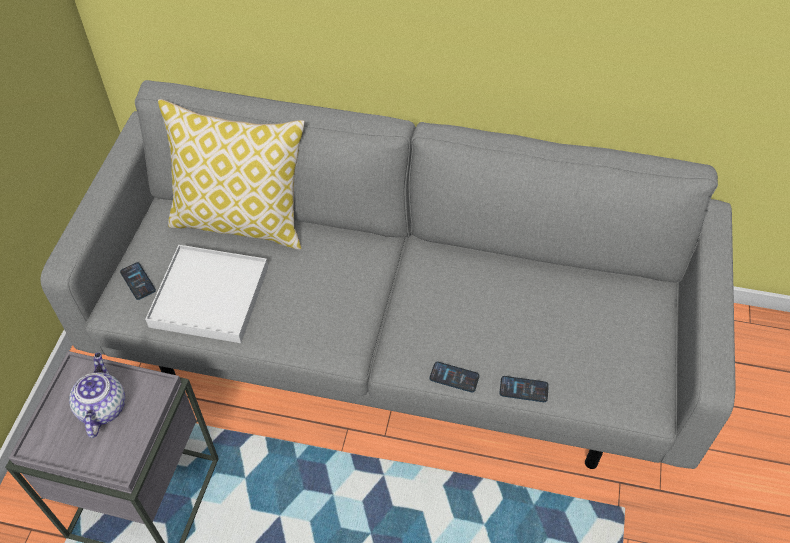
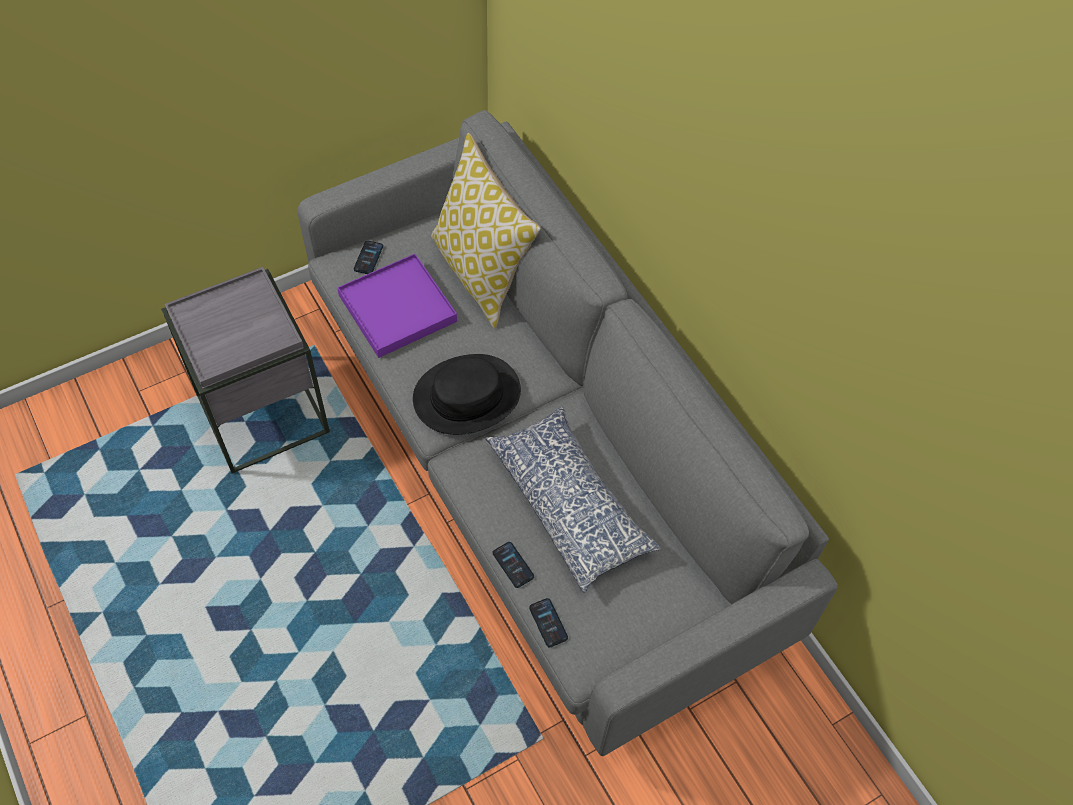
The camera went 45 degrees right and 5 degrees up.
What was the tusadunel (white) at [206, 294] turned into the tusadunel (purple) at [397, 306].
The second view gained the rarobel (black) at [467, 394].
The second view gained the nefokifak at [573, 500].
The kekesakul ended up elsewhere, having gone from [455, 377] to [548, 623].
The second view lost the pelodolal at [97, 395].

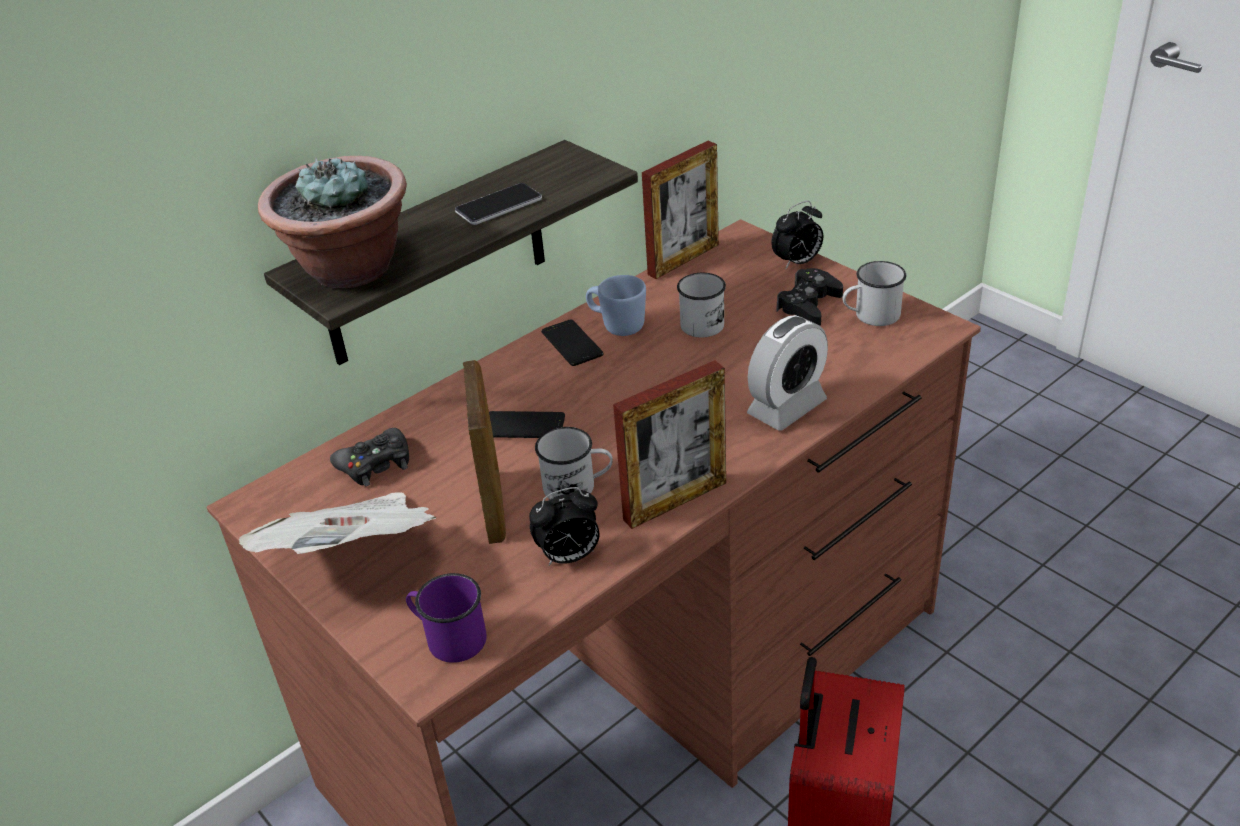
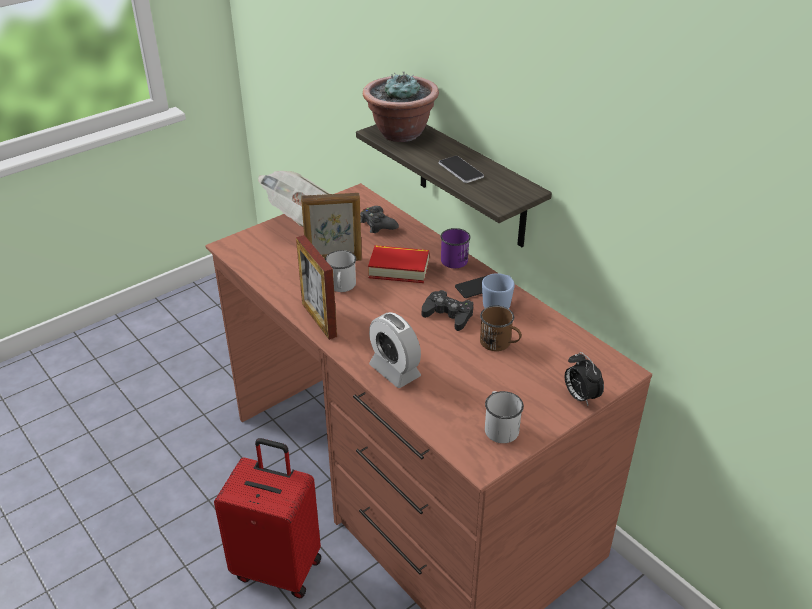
The camera went 90 degrees right and 0 degrees up.
Where the kekesakul stood at [527, 424], the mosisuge came to stand at [398, 264].
The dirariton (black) ended up elsewhere, having gone from [810, 297] to [448, 310].
The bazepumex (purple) ended up elsewhere, having gone from [446, 618] to [455, 248].
What was the bazepumex (white) at [701, 305] turned into the bazepumex (brown) at [501, 328].
The second view lost the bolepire at [564, 526].
The second view lost the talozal at [680, 210].

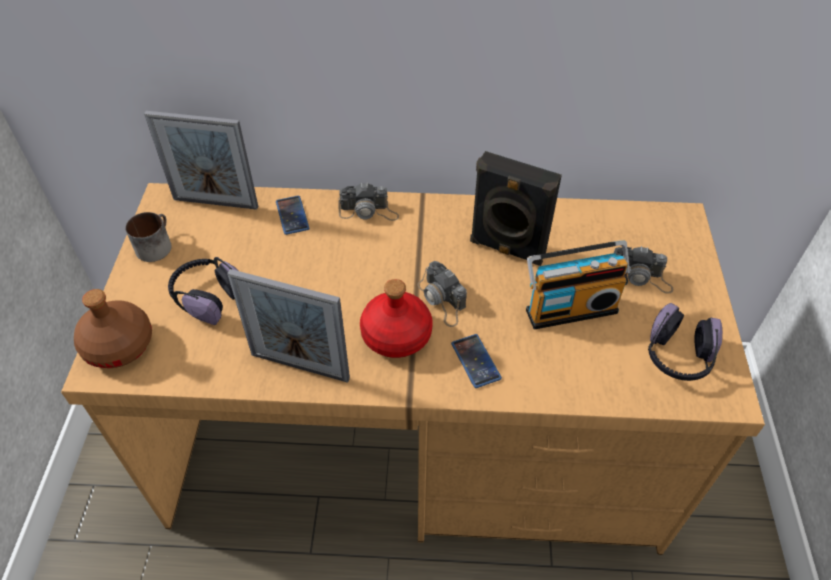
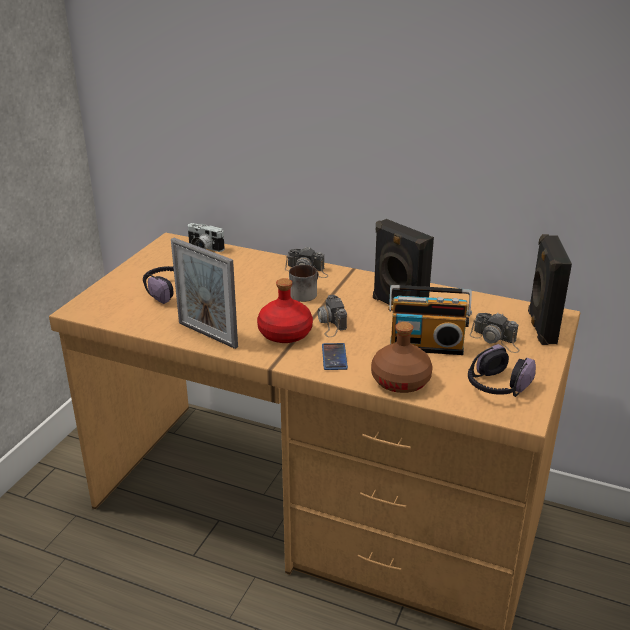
The camera went 20 degrees right and 20 degrees down.
Where the talozal stood at [201, 160], the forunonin came to stand at [206, 237].
The bazepumex ended up elsewhere, having gone from [148, 237] to [304, 283].
The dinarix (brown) ended up elsewhere, having gone from [113, 328] to [402, 357].
The second view gained the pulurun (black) at [550, 289].
The second view lost the kekesakul at [293, 215].

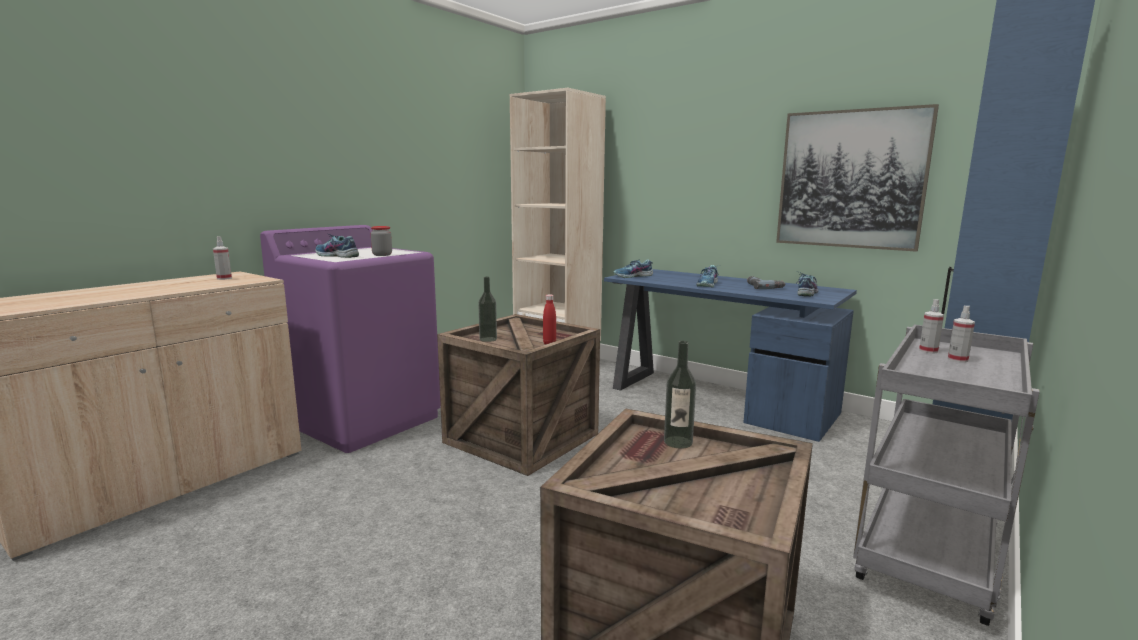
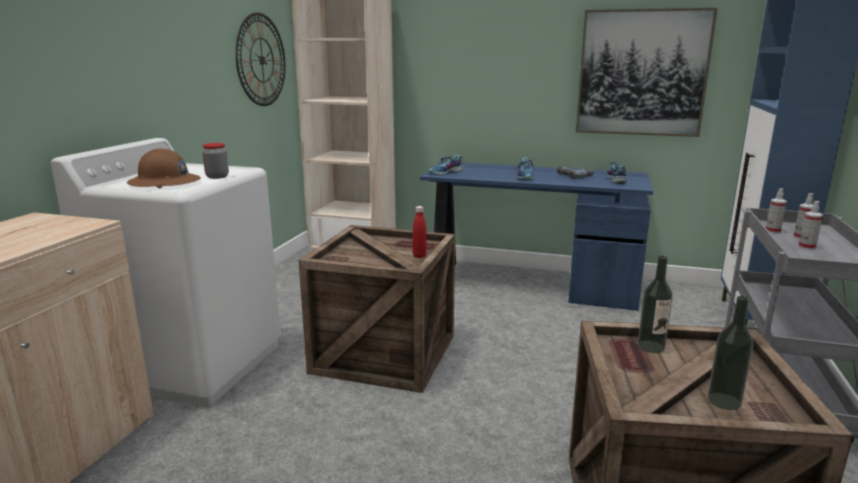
The camera went 20 degrees left and 5 degrees up.
What was the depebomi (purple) at [350, 339] turned into the depebomi (white) at [166, 272].
Where the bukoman stood at [337, 246], the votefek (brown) came to stand at [164, 168].
The second view gained the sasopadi at [260, 59].
The dinarix ended up elsewhere, having gone from [487, 309] to [730, 353].
The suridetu ended up elsewhere, having gone from [222, 258] to [810, 225].

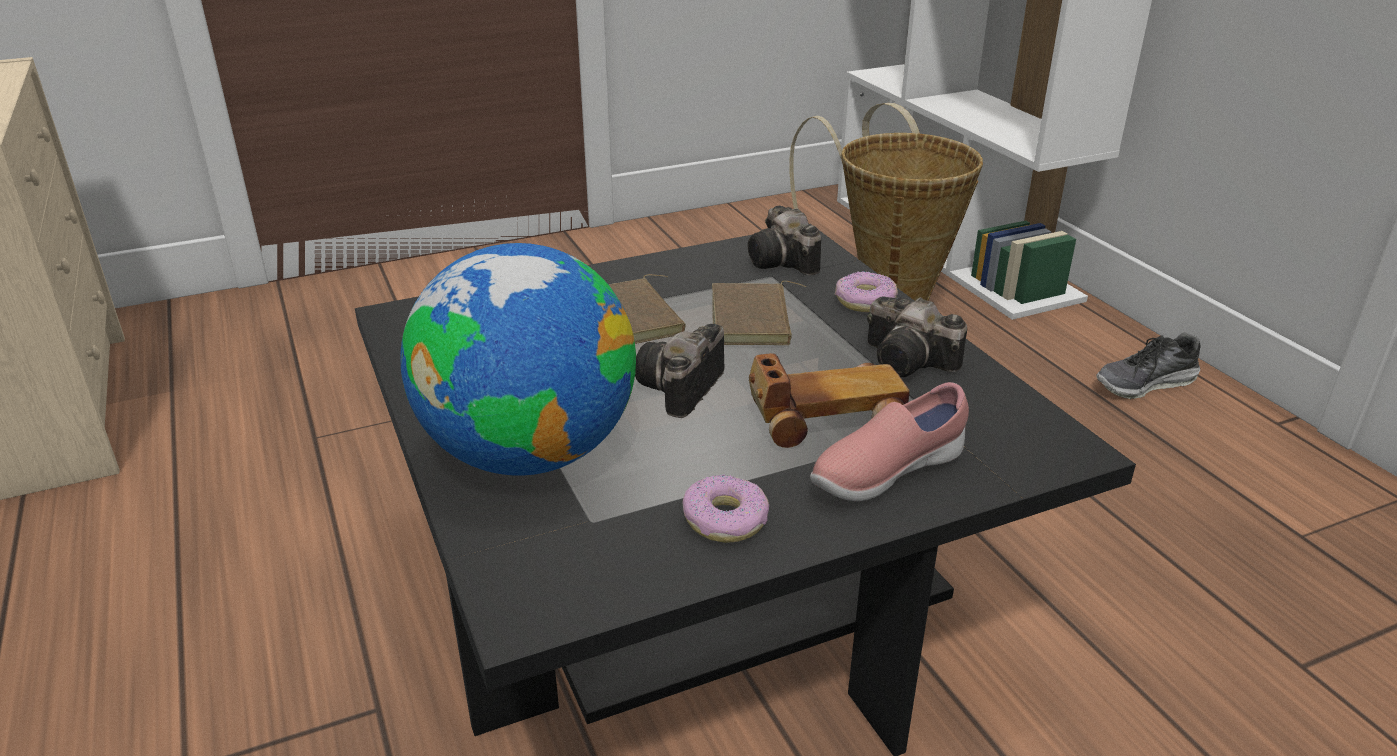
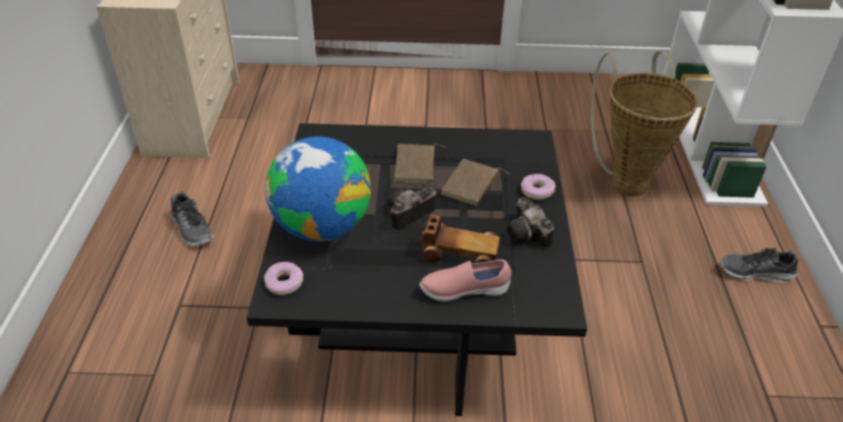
The camera went 25 degrees right and 10 degrees up.
The second view gained the bukoman at [192, 219].
The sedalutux ended up elsewhere, having gone from [726, 509] to [283, 278].
The second view lost the forunonin at [784, 241].

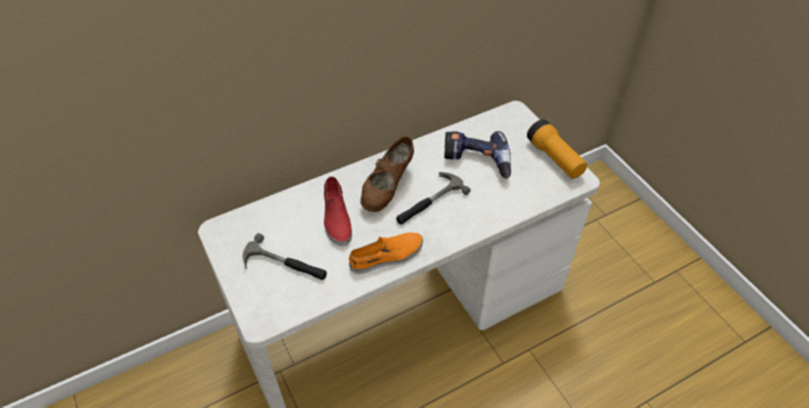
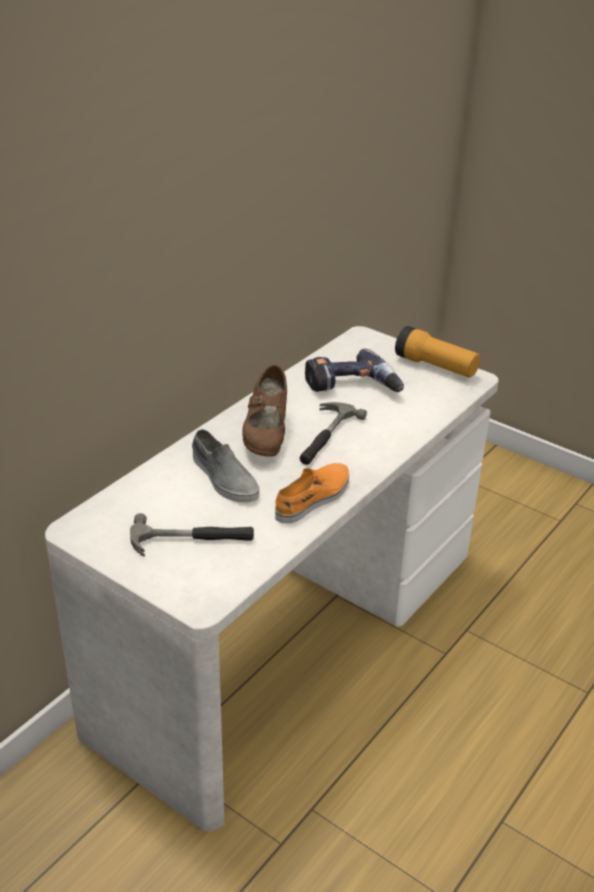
The camera went 25 degrees left and 15 degrees down.
What was the bukoman (red) at [338, 211] turned into the bukoman (grey) at [225, 465].

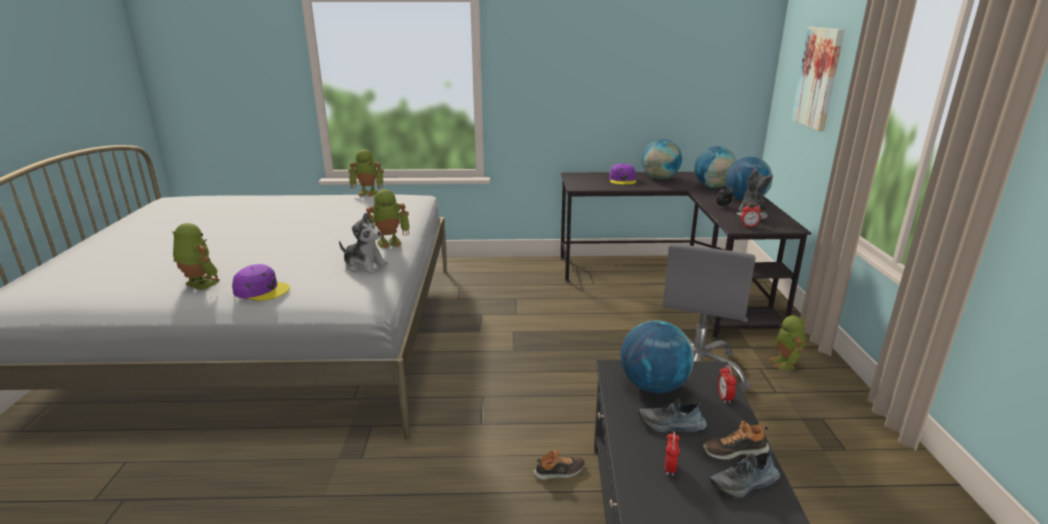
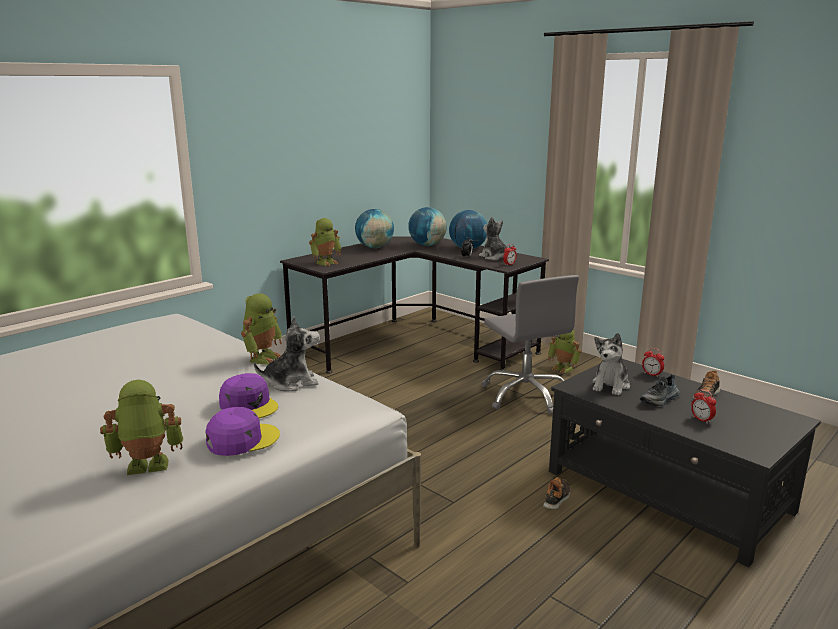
The camera went 45 degrees left and 5 degrees down.
The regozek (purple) ended up elsewhere, having gone from [622, 174] to [248, 395].
The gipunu ended up elsewhere, having gone from [366, 173] to [325, 242].
Where the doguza stood at [657, 356], the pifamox came to stand at [611, 364].
The second view lost the bukoman at [745, 474].
The second view lost the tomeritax at [818, 79].

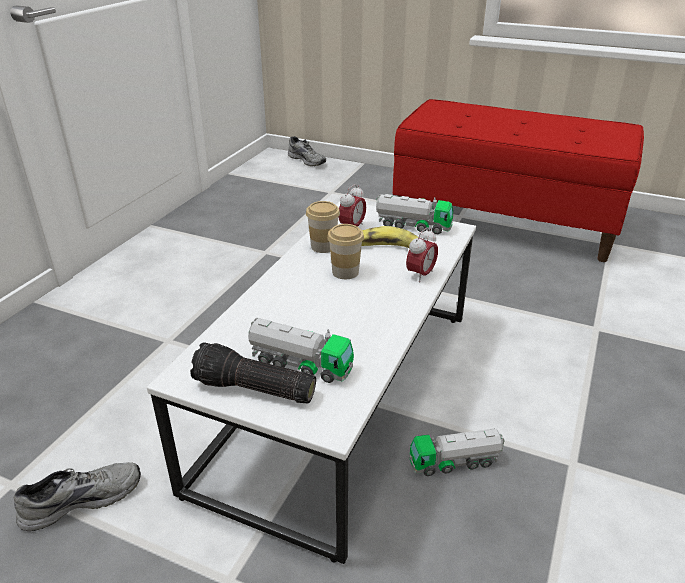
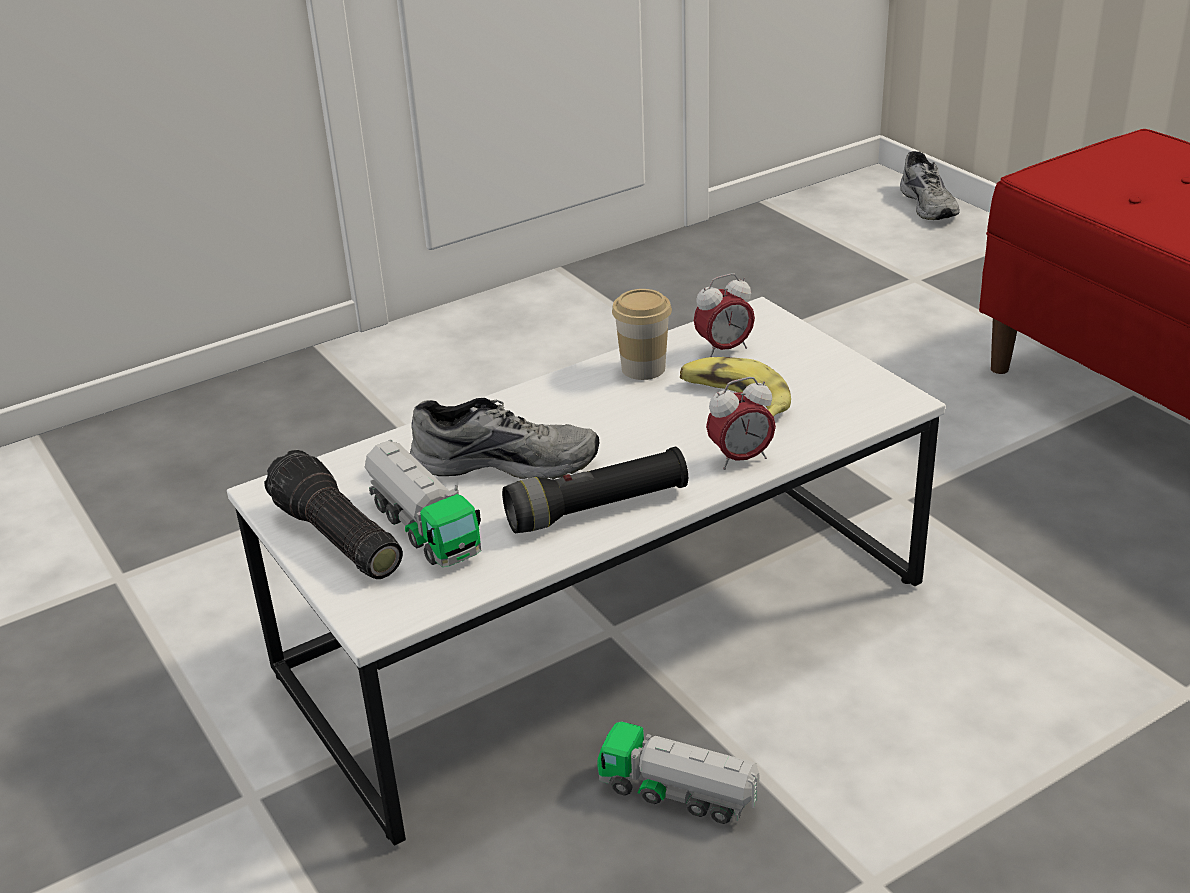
The camera went 35 degrees right and 0 degrees up.
The bukoman (grey) ended up elsewhere, having gone from [77, 496] to [504, 438].
The second view gained the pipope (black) at [595, 490].
The second view lost the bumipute at [345, 251].
The second view lost the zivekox at [414, 214].

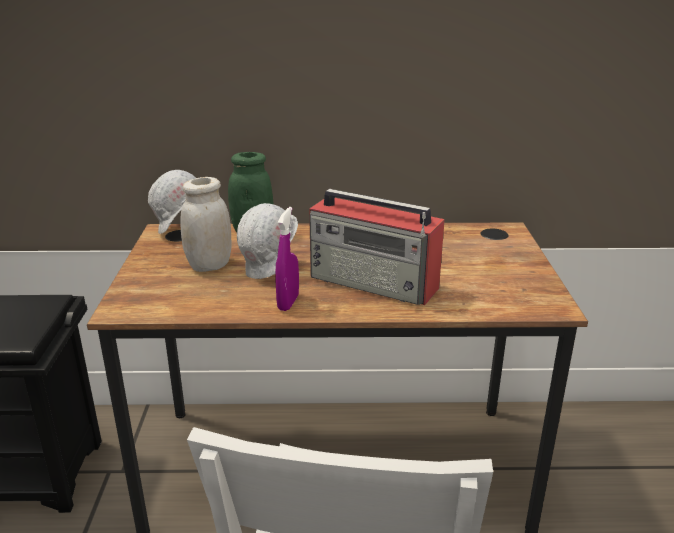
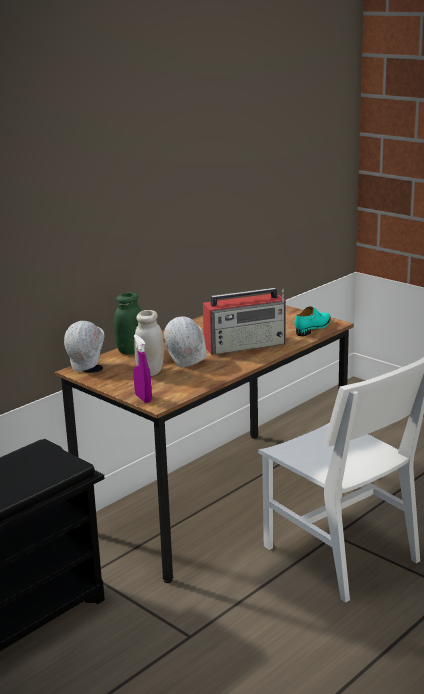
The camera went 45 degrees left and 5 degrees down.
The suridetu (purple) ended up elsewhere, having gone from [287, 259] to [142, 369].
The second view gained the bukoman (turquoise) at [313, 321].

